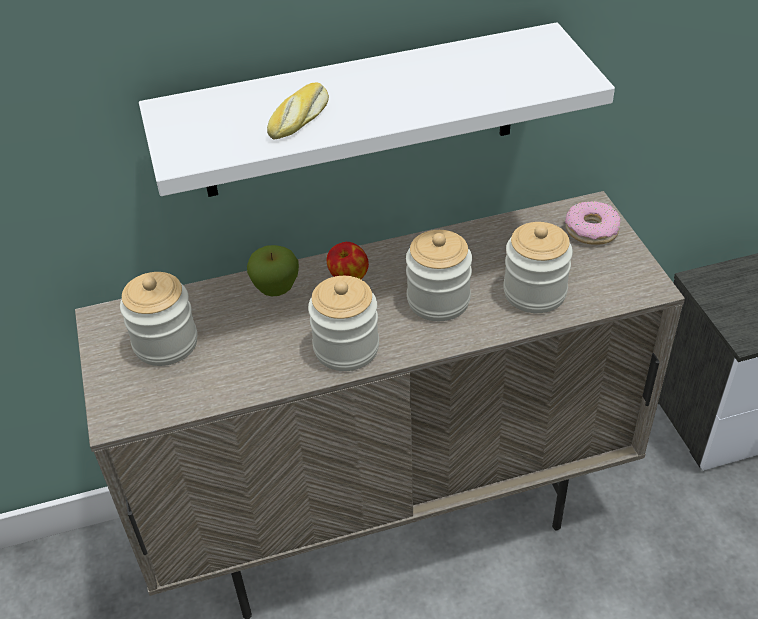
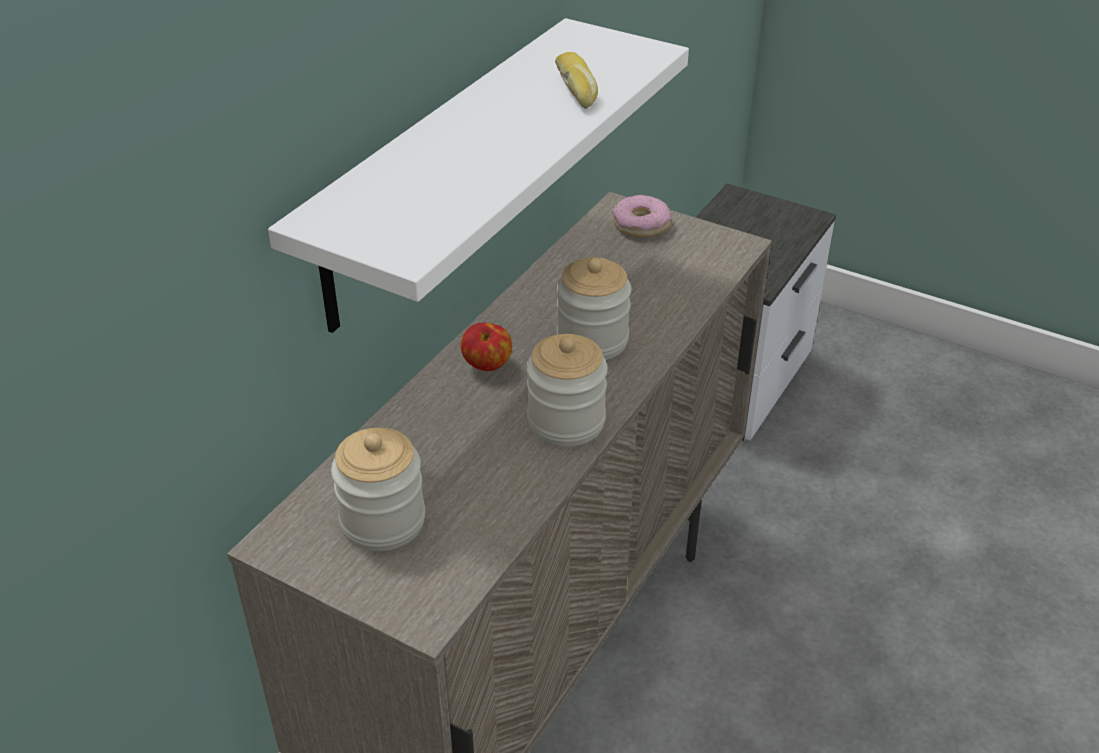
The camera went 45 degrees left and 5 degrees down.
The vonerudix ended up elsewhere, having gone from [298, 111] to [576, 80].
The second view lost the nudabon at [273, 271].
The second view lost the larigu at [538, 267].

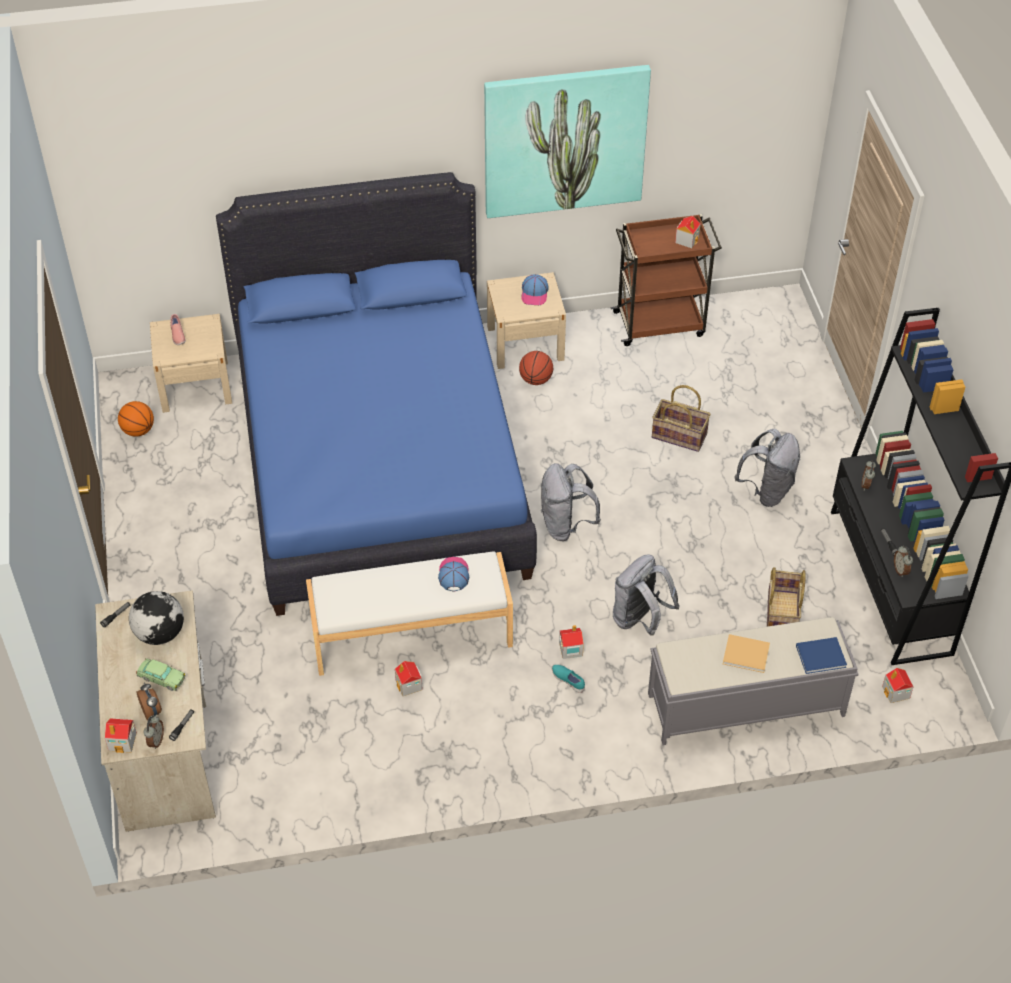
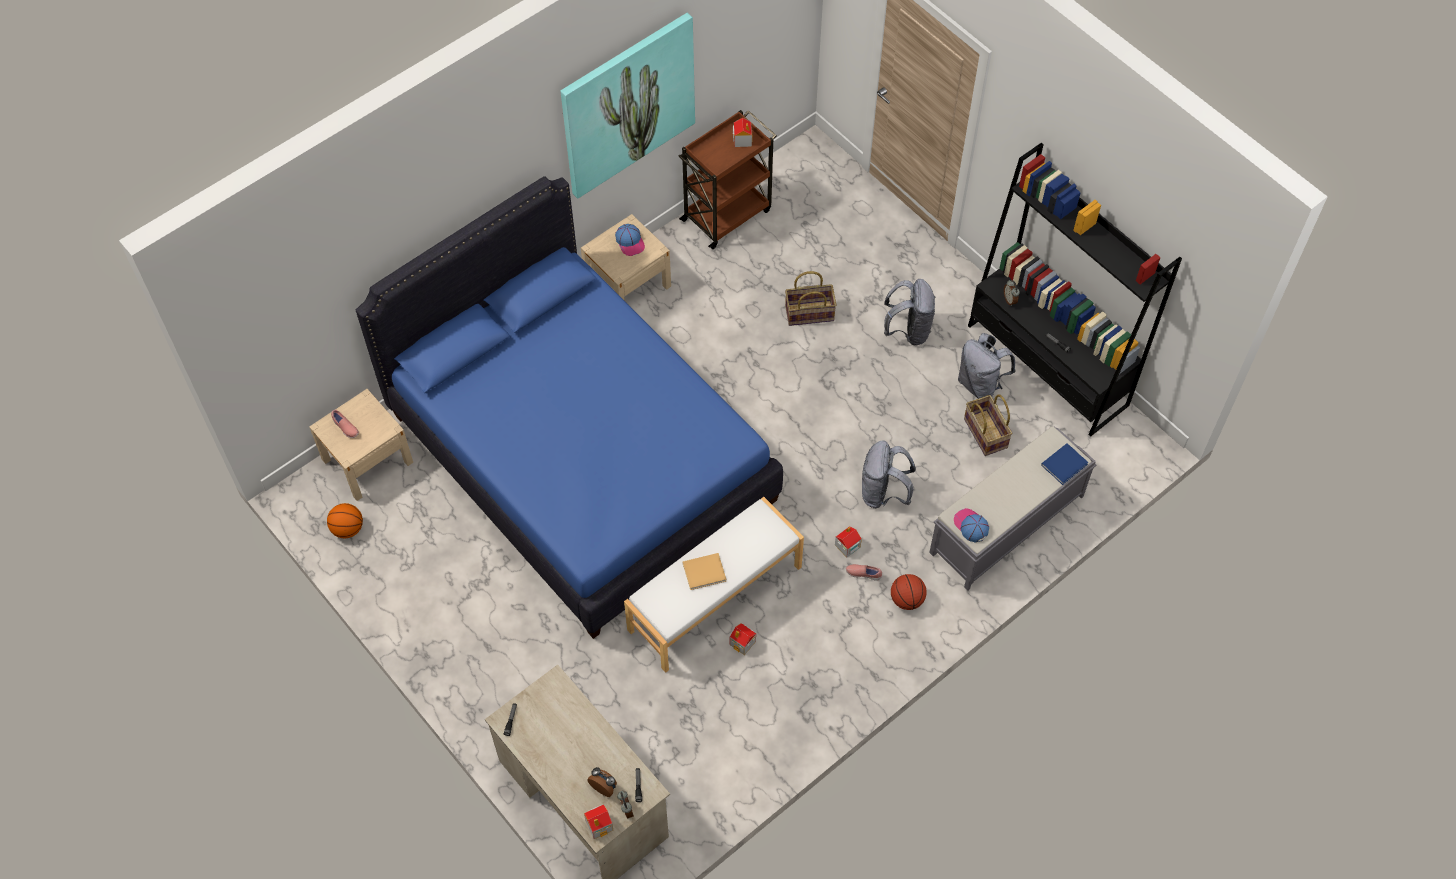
The camera went 30 degrees left and 10 degrees up.
The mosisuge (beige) ended up elsewhere, having gone from [746, 653] to [705, 571].
What was the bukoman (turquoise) at [568, 679] turned into the bukoman (pink) at [864, 572].
The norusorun ended up elsewhere, having gone from [536, 368] to [908, 592].
The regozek ended up elsewhere, having gone from [453, 574] to [971, 525].
The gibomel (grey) ended up elsewhere, having gone from [571, 502] to [987, 366].
The second view lost the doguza at [156, 618].
The second view lost the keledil at [161, 674].
The second view lost the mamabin at [897, 685].
The second view lost the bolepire at [903, 561].

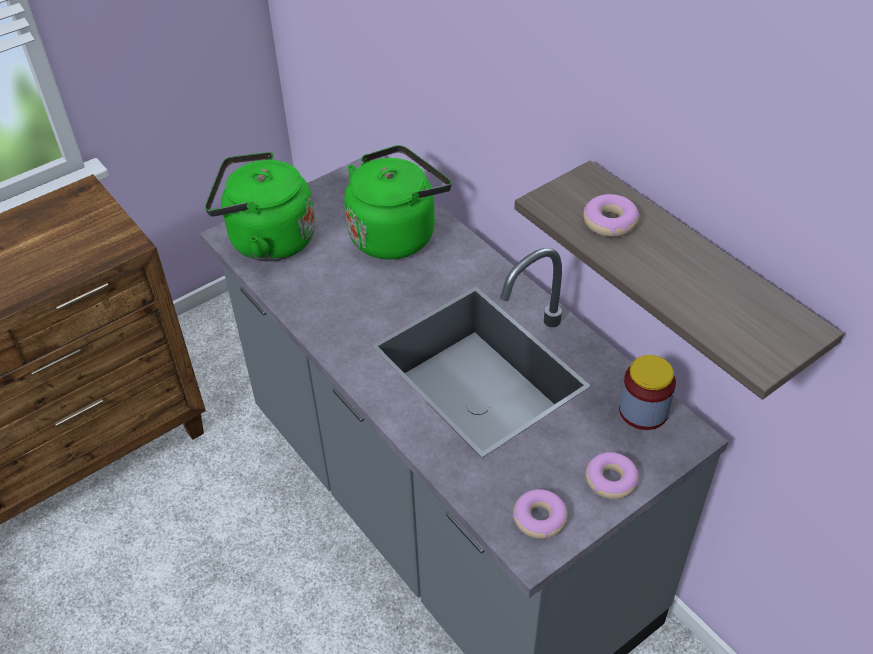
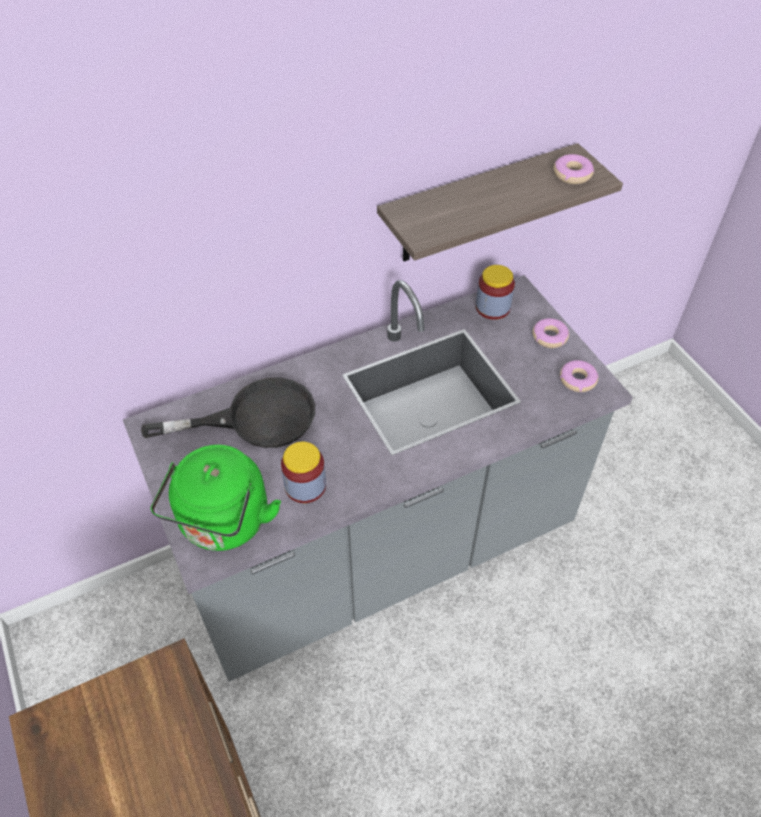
The camera went 80 degrees left and 5 degrees up.
Where the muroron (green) stood at [398, 202], the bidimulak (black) came to stand at [228, 412].
The second view gained the larigu at [303, 472].
The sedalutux ended up elsewhere, having gone from [611, 215] to [573, 169].

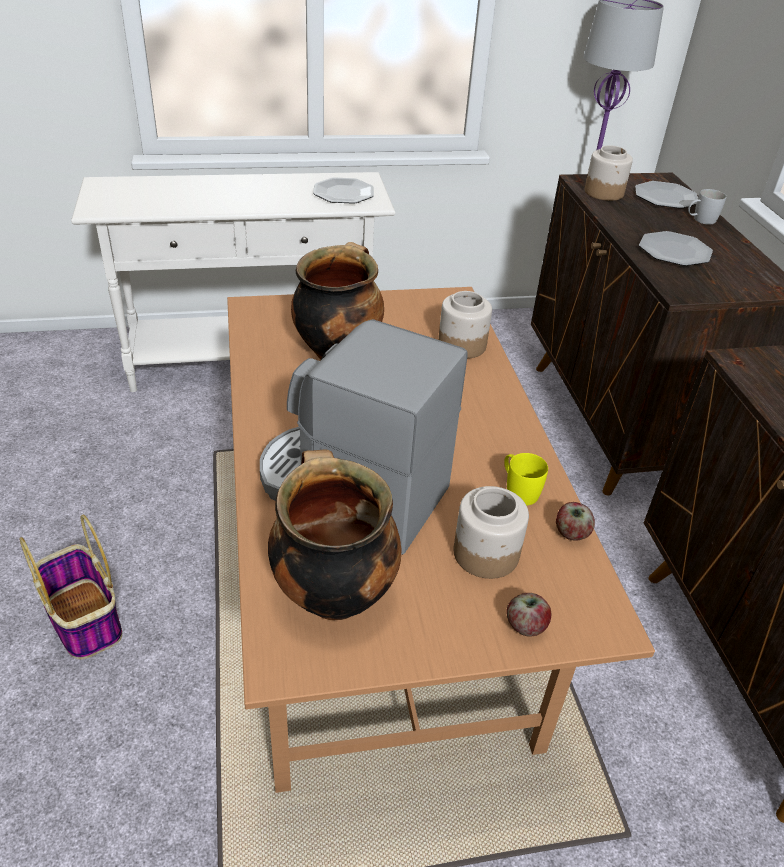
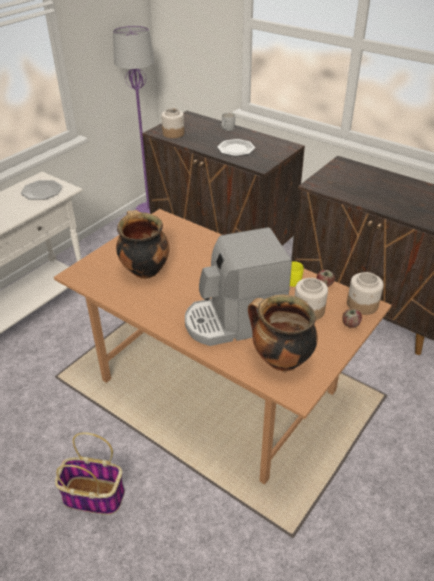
The camera went 40 degrees left and 0 degrees up.
The larigu ended up elsewhere, having gone from [465, 325] to [365, 293].
The second view lost the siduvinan at [666, 195].

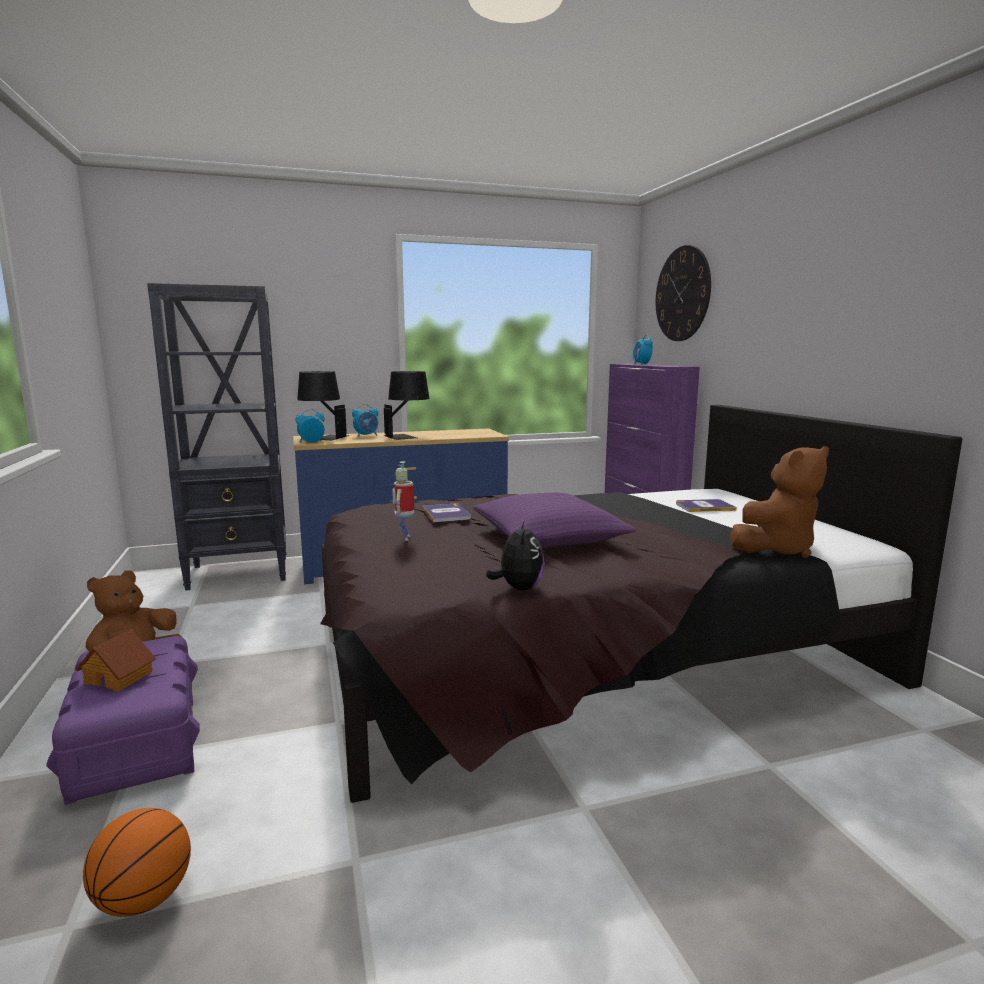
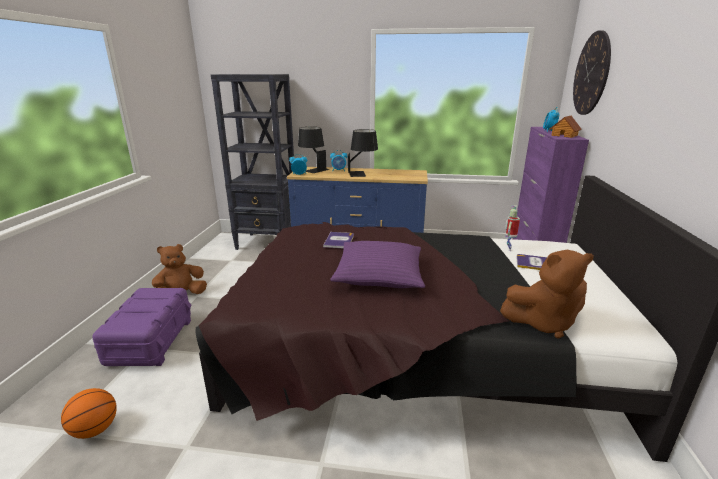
The camera went 25 degrees right and 10 degrees up.
The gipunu ended up elsewhere, having gone from [403, 501] to [512, 228].
The mamabin ended up elsewhere, having gone from [116, 660] to [566, 126].
The second view lost the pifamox at [515, 555].

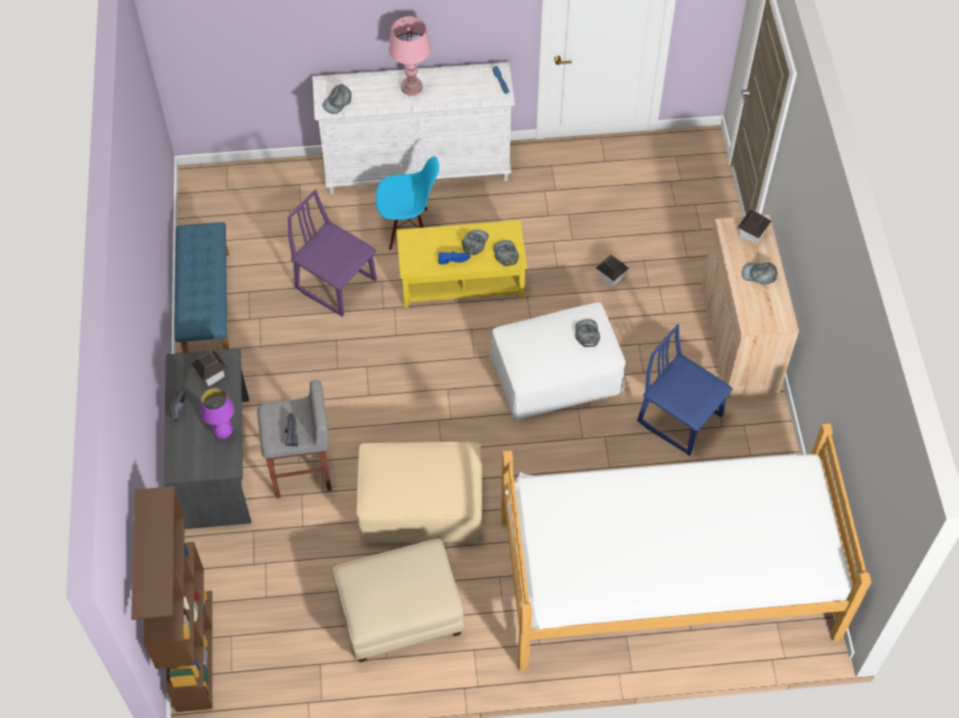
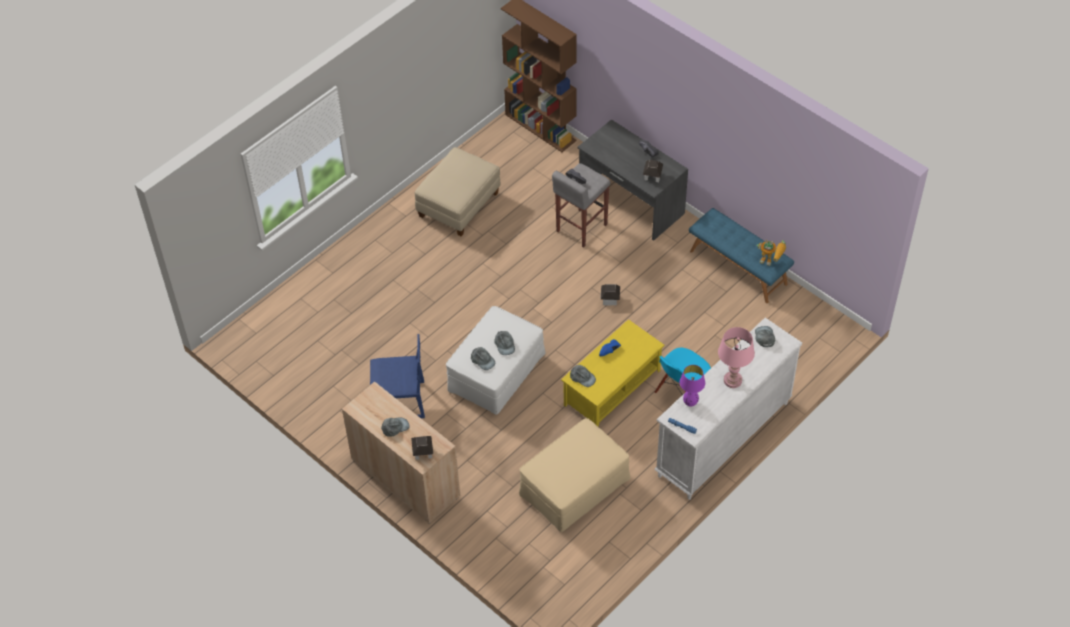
The camera went 140 degrees right and 5 degrees down.
The regozek (grey) ended up elsewhere, having gone from [475, 242] to [504, 343].
The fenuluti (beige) ended up elsewhere, having gone from [421, 492] to [575, 475].
The mamabin ended up elsewhere, having gone from [612, 271] to [610, 294].
The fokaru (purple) ended up elsewhere, having gone from [217, 413] to [692, 386].
The second view gained the gipunu at [771, 253].
The second view lost the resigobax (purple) at [332, 253].
The second view lost the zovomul at [686, 547].

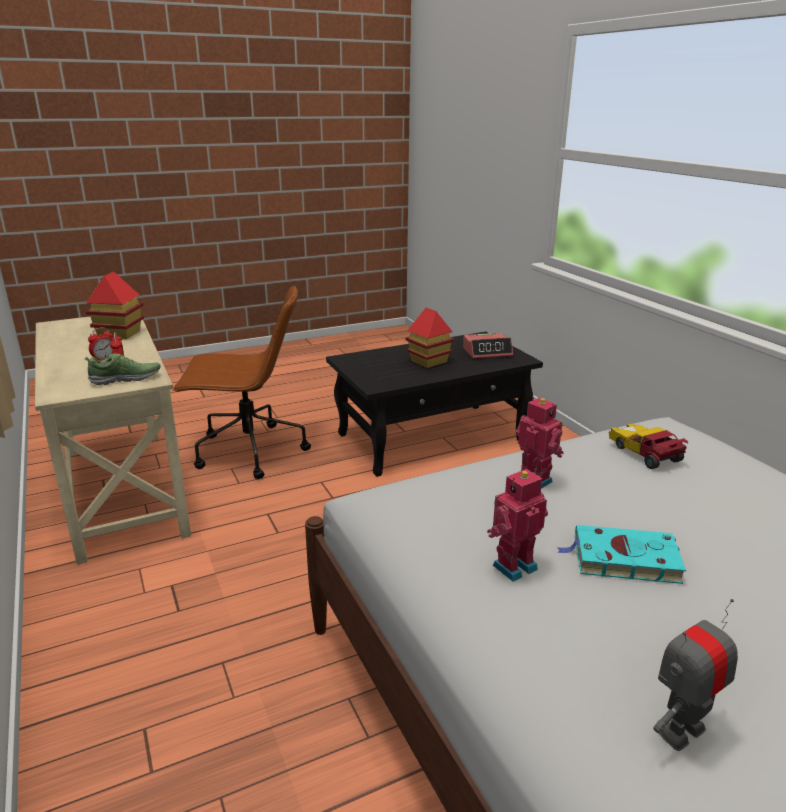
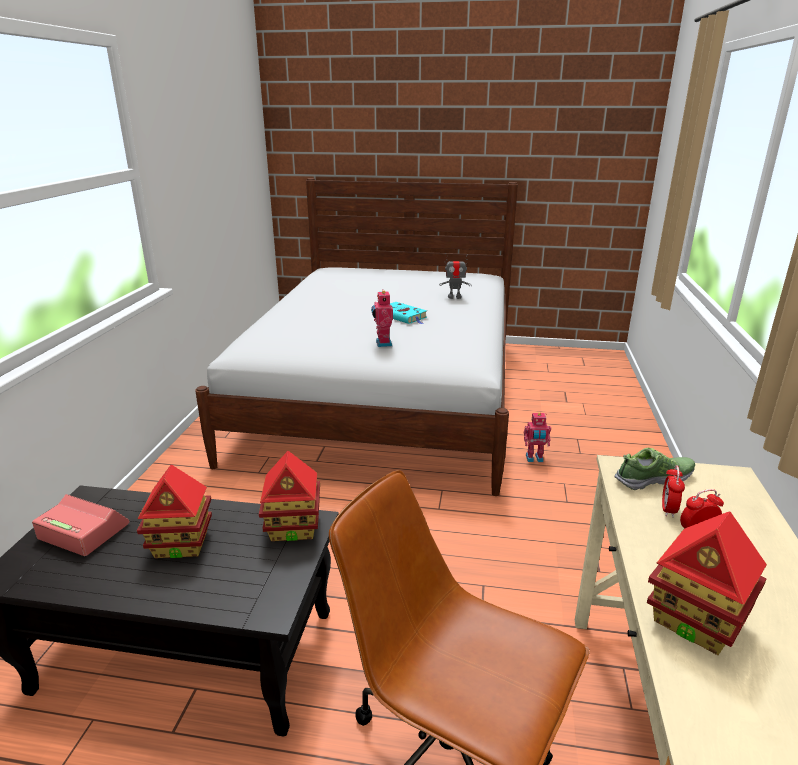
The camera went 145 degrees left and 0 degrees up.
The second view gained the mamabin at [289, 496].
The gipunu ended up elsewhere, having gone from [517, 525] to [537, 437].
The bukoman at [123, 369] ended up facing another way, 150 degrees clockwise from before.
The second view lost the keledil at [648, 446].

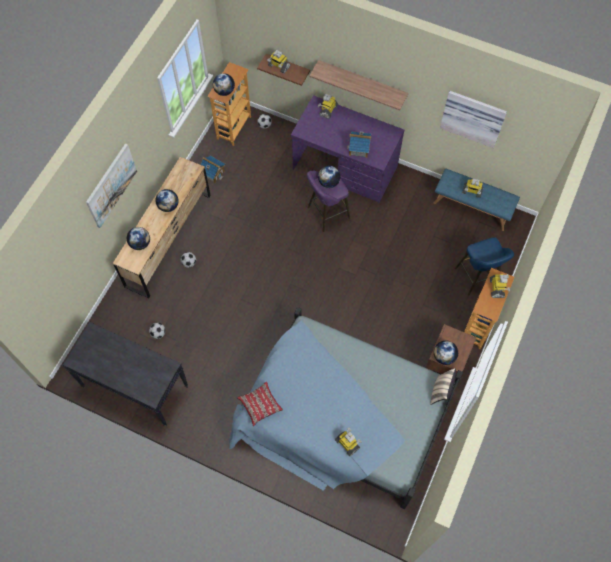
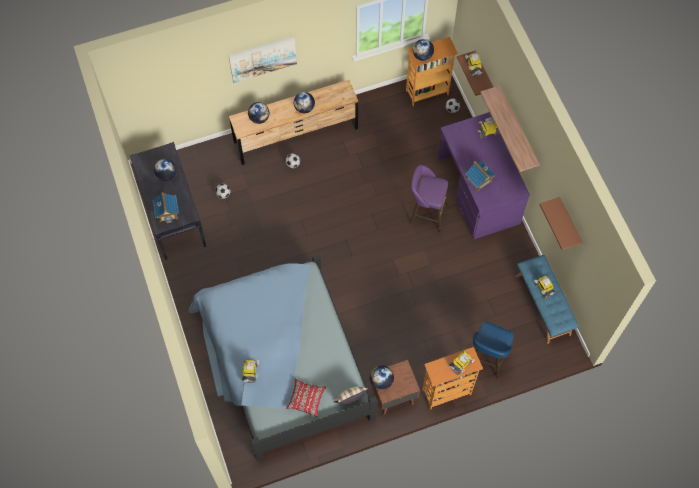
The camera went 45 degrees right and 0 degrees up.
The mamabin ended up elsewhere, having gone from [213, 169] to [166, 207].
The doguza ended up elsewhere, having gone from [329, 177] to [165, 170].
The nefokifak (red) ended up elsewhere, having gone from [260, 404] to [306, 398].
Where the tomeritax hung at [473, 119], the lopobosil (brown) came to hang at [561, 223].

